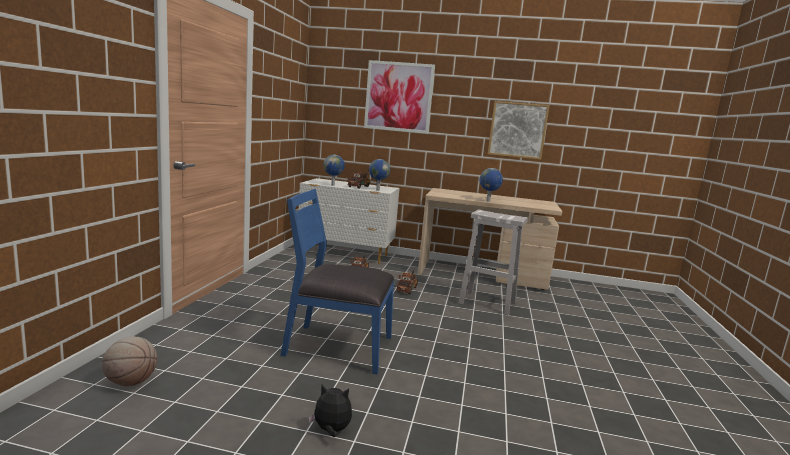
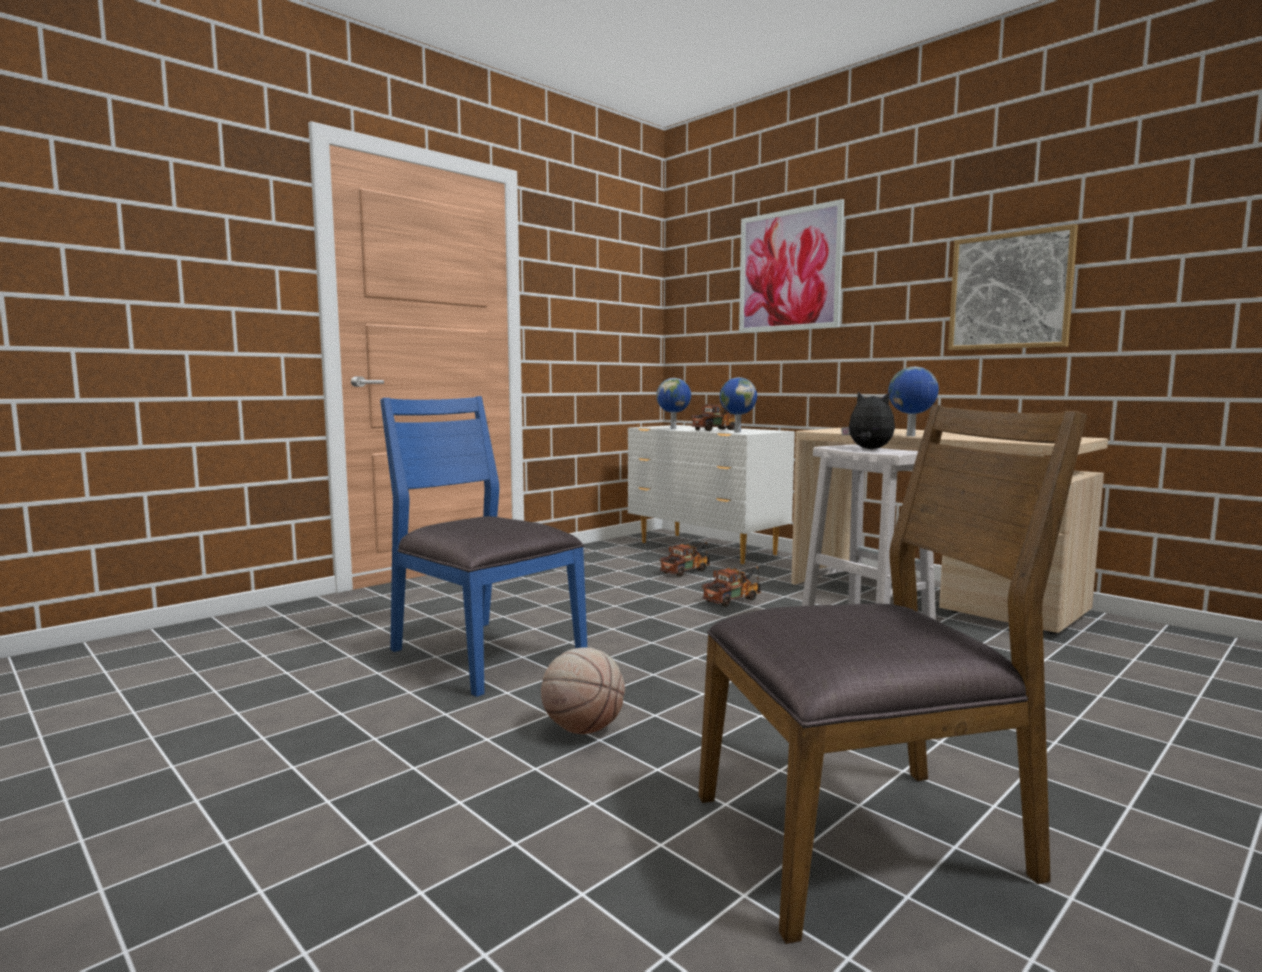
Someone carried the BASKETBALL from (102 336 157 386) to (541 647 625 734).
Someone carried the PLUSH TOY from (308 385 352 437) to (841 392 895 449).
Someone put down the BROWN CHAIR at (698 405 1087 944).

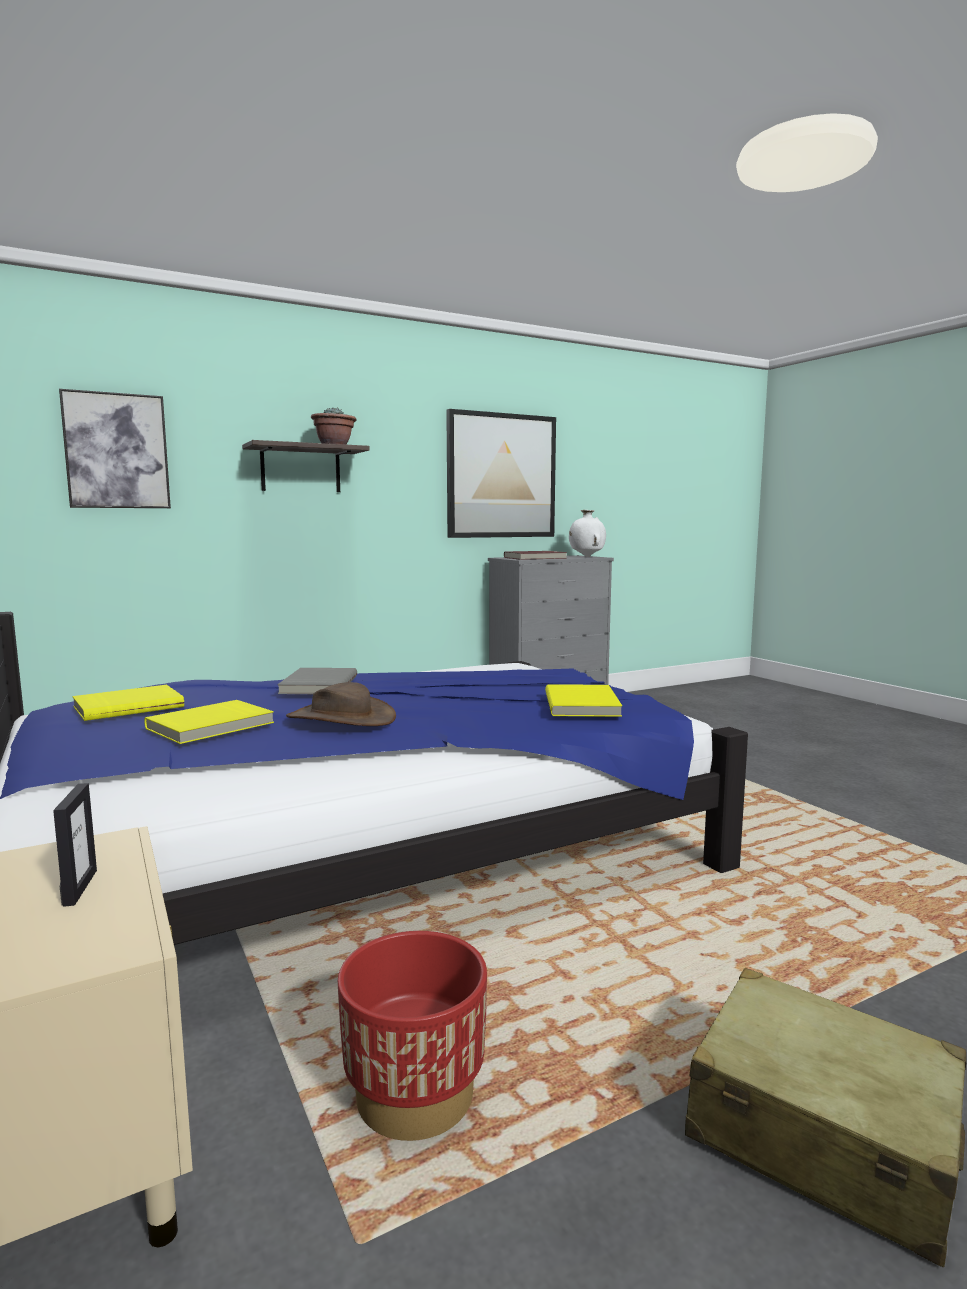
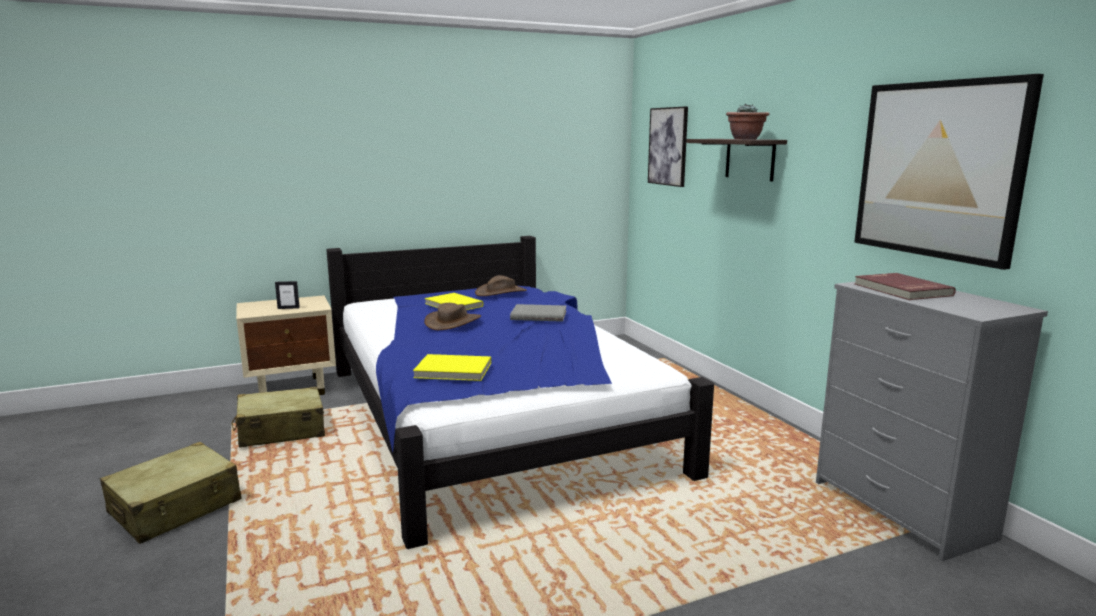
Someone took away the WHITE VASE at (569 510 606 557).
Someone swapped the YELLOW BOOK at (72 685 184 721) for the BROWN HAT at (475 275 527 296).
Someone swapped the RED PLANTER at (338 931 487 1141) for the BEIGE SUITCASE at (232 387 325 448).

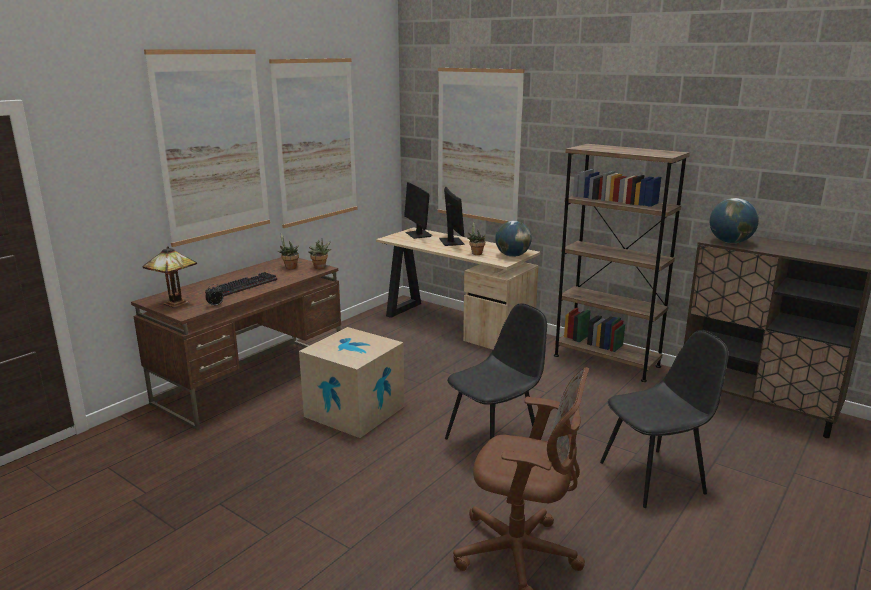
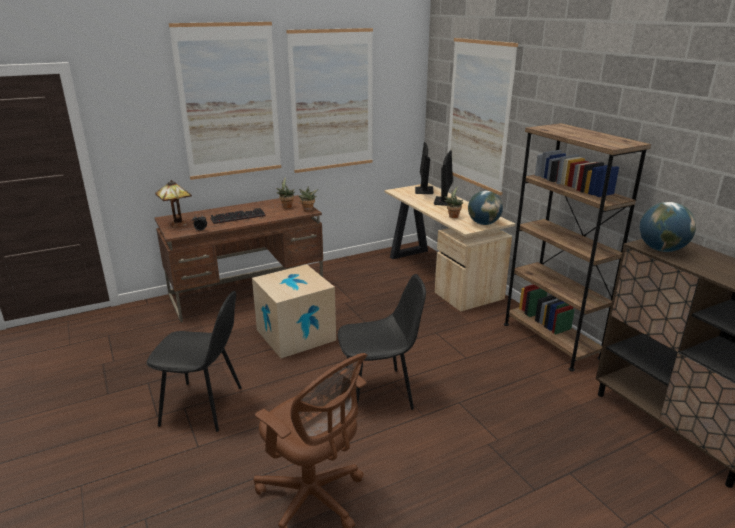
Someone carried the BLACK CHAIR from (600 330 729 508) to (147 291 242 432).

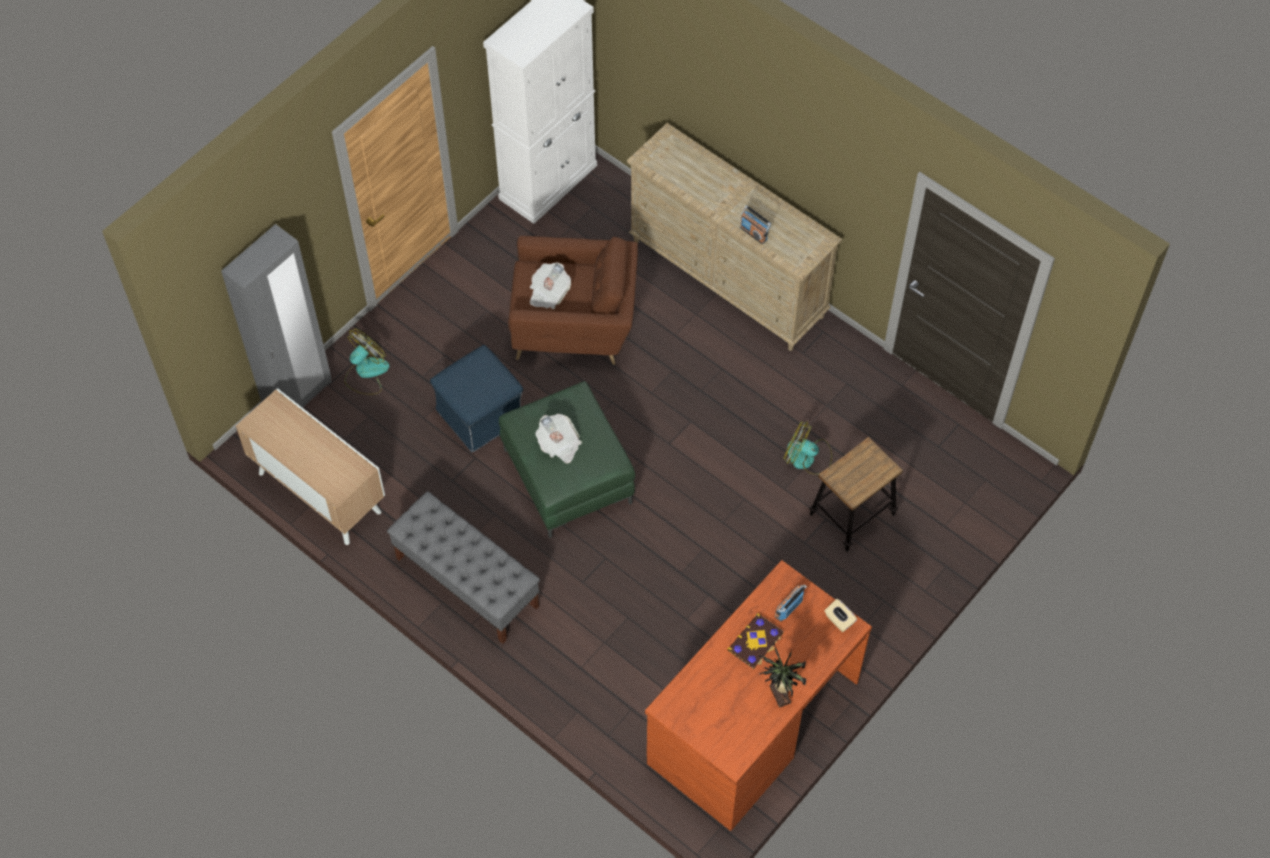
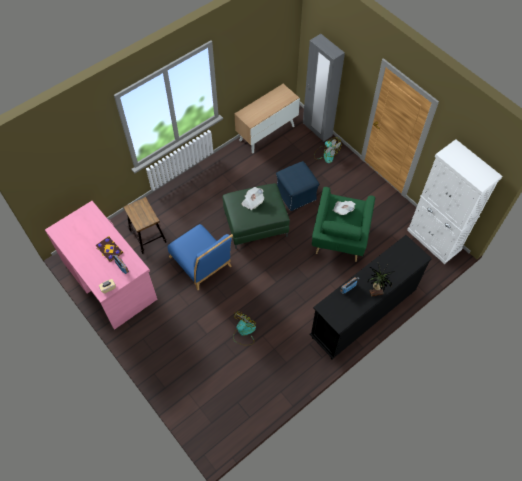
Someone repainted the BEIGE DRESSER at (627 123 842 351), which became the BLACK DRESSER at (310 235 432 360).
Someone repainted the BROWN ARMCHAIR at (508 236 638 365), which became the GREEN ARMCHAIR at (312 187 375 262).
Someone carried the STOOL from (809 437 903 552) to (123 197 166 254).
Someone took away the GREY BENCH at (387 491 540 644).
Someone repainted the BROWN DESK at (645 560 872 831), which became the PINK DESK at (45 201 157 330).
Someone carried the POTTED PLANT from (759 642 806 708) to (367 263 395 297).
Someone put down the BLUE CHAIR at (167 224 233 290).

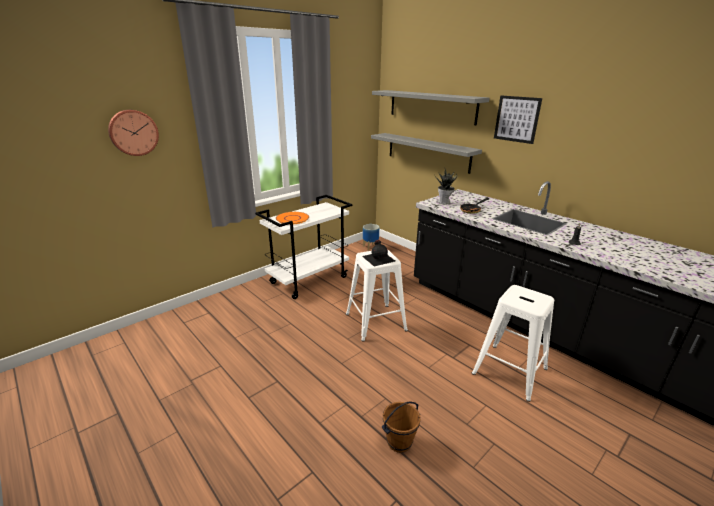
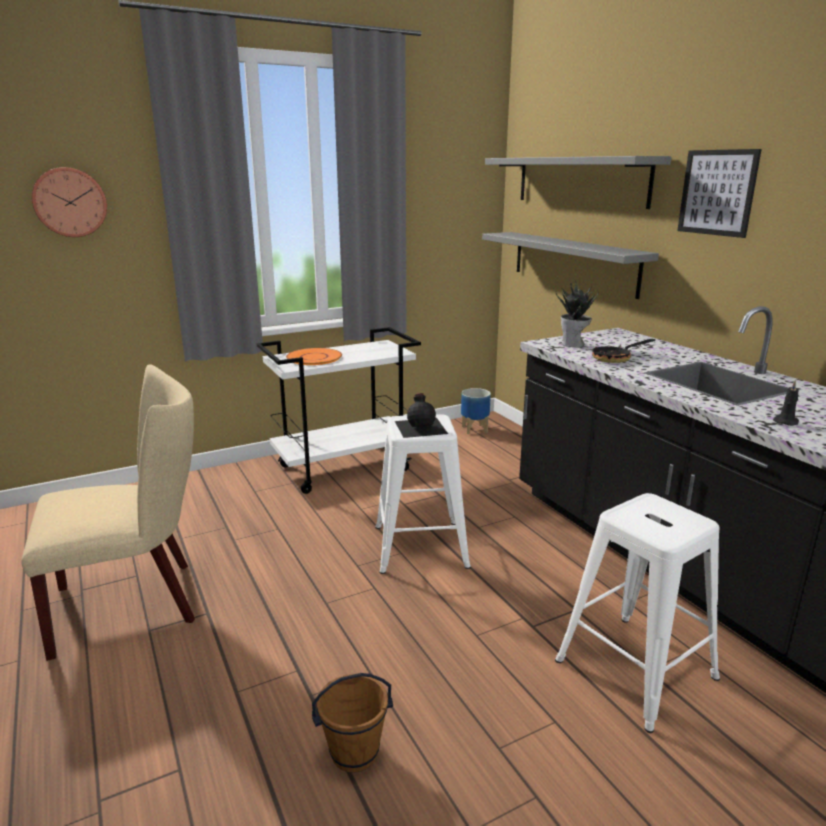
Someone put down the BEIGE CHAIR at (21 364 195 661).

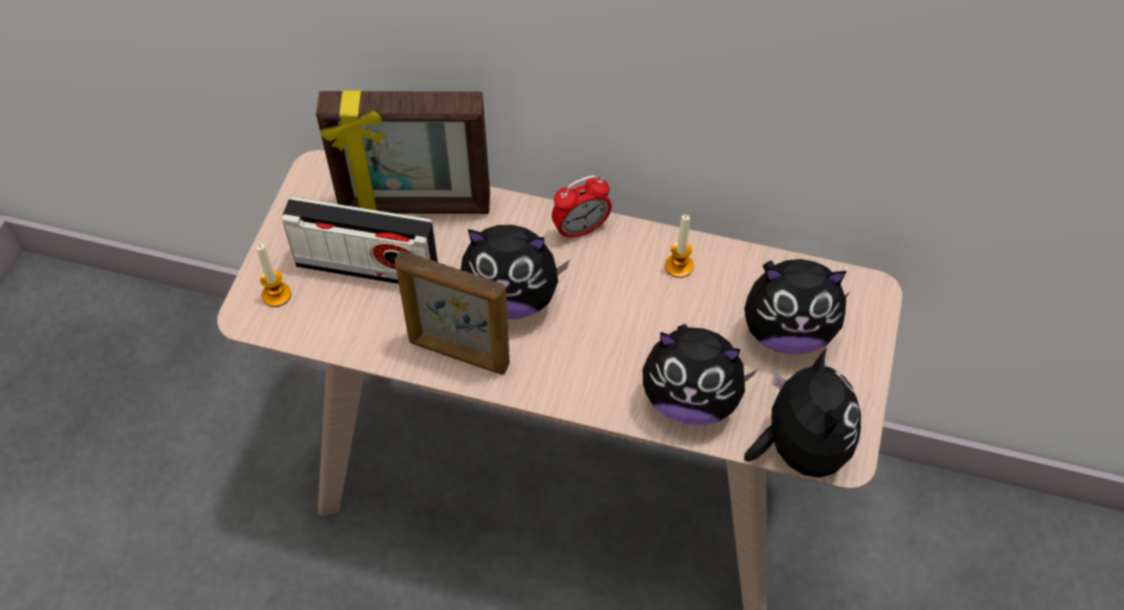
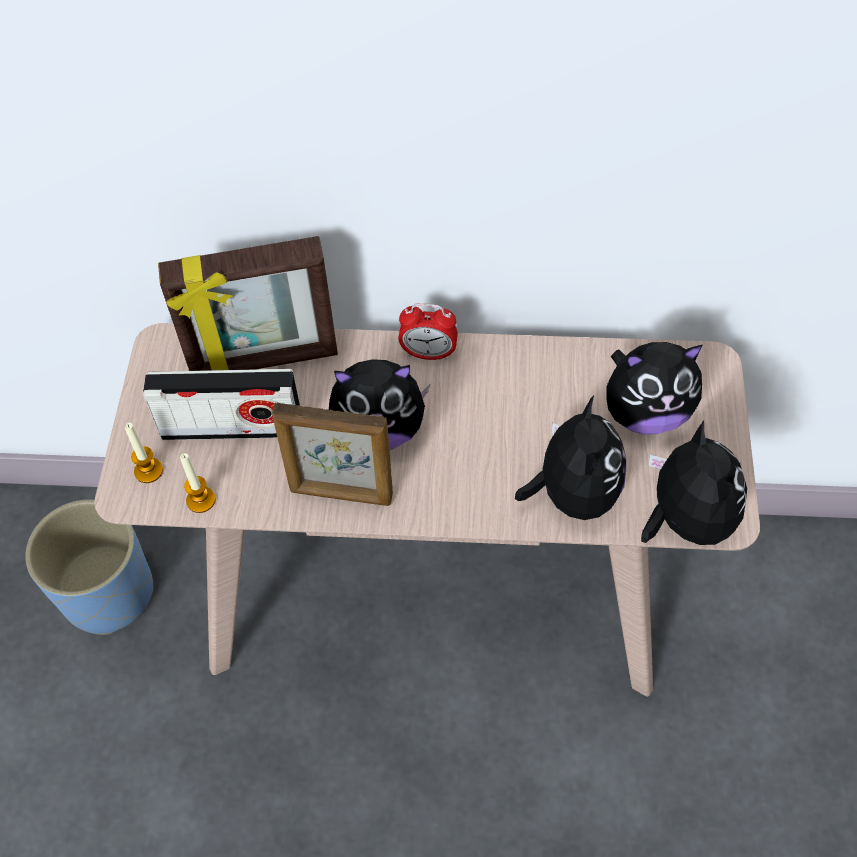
Someone rotated the ALARM CLOCK at (552 175 612 241) by 45 degrees clockwise.
Someone carried the CANDLE from (665 214 694 278) to (180 453 216 513).
Someone rotated the PLUSH TOY at (643 324 758 425) by 90 degrees counterclockwise.
Someone put down the BLUE PLANTER at (25 499 153 635).

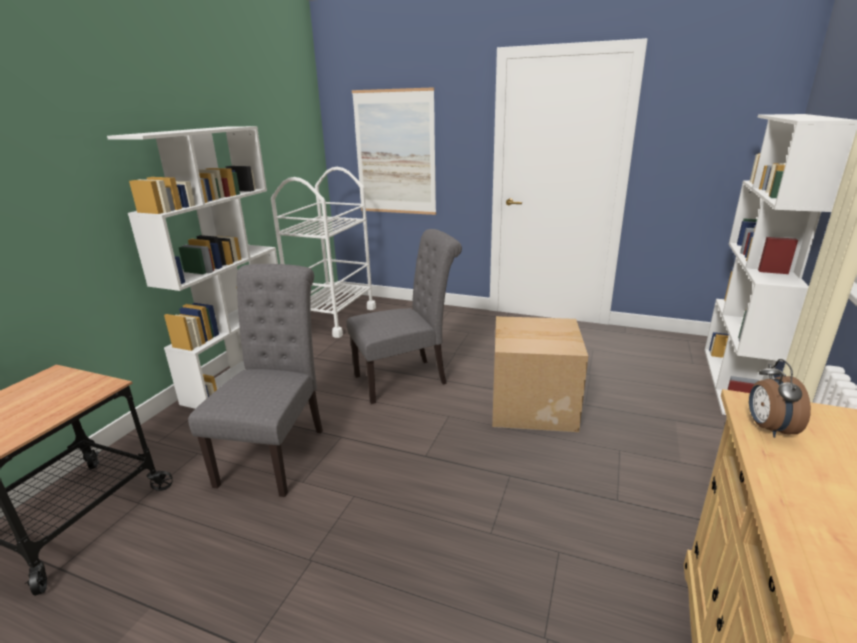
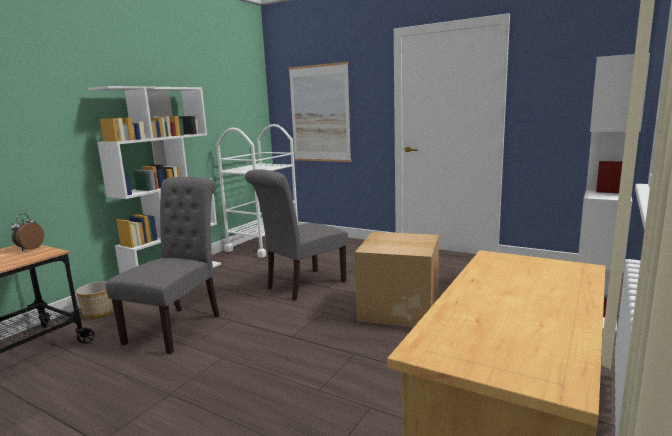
Someone rotated the GREY CHAIR at (347 229 462 404) by 150 degrees clockwise.
Someone carried the ALARM CLOCK from (749 359 811 438) to (11 214 44 251).
Someone put down the PLANTER at (76 281 114 319).

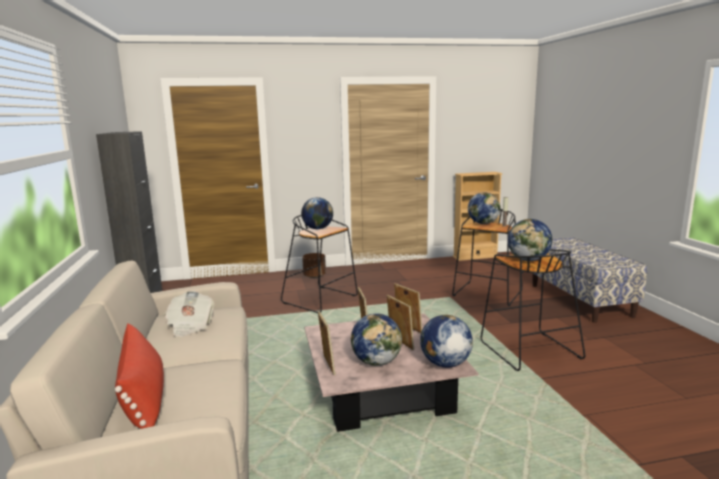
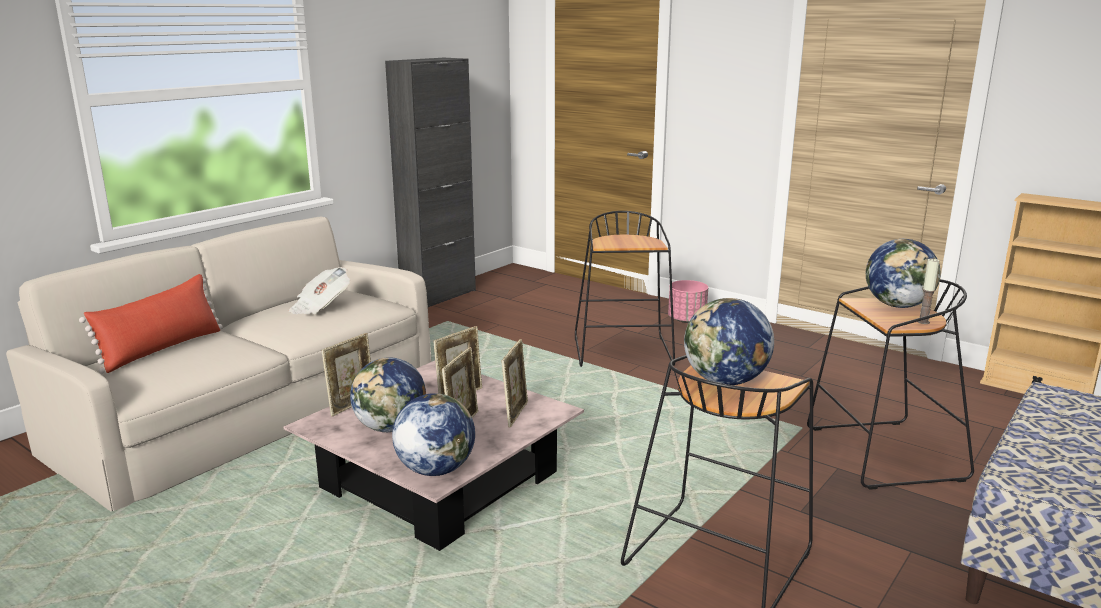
Someone took away the GLOBE at (301 197 333 229).
Someone repainted the BROWN PLANTER at (302 253 326 278), which became the PINK PLANTER at (668 280 708 323).

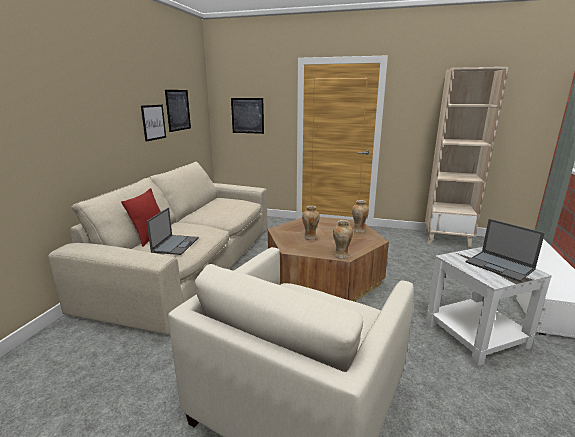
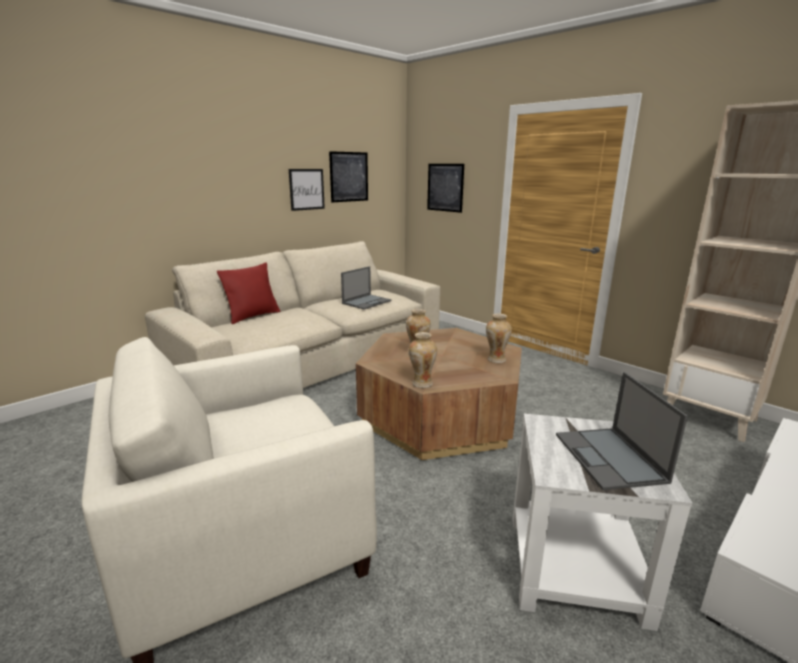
Someone carried the LAPTOP from (146 207 199 255) to (341 266 392 310).

